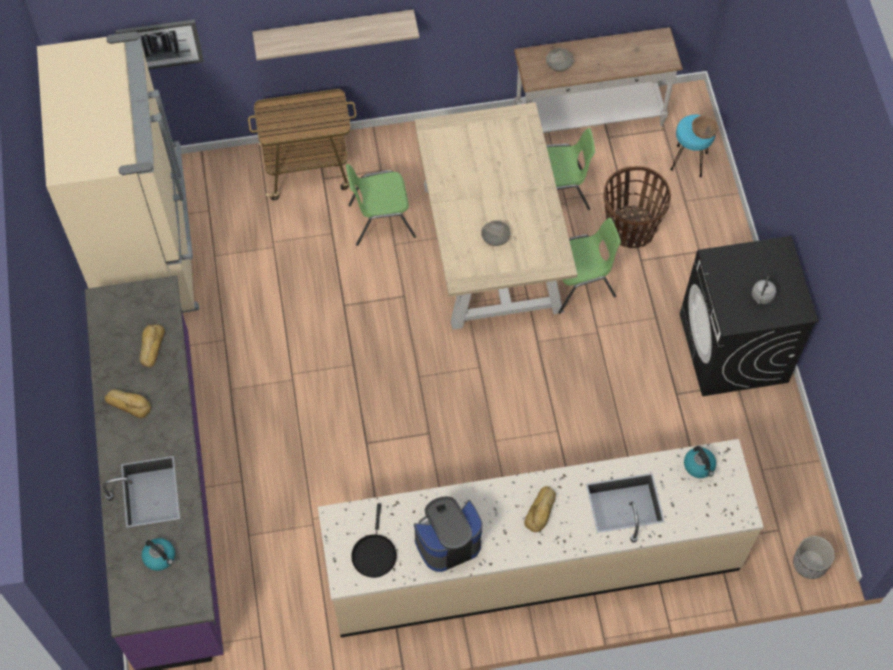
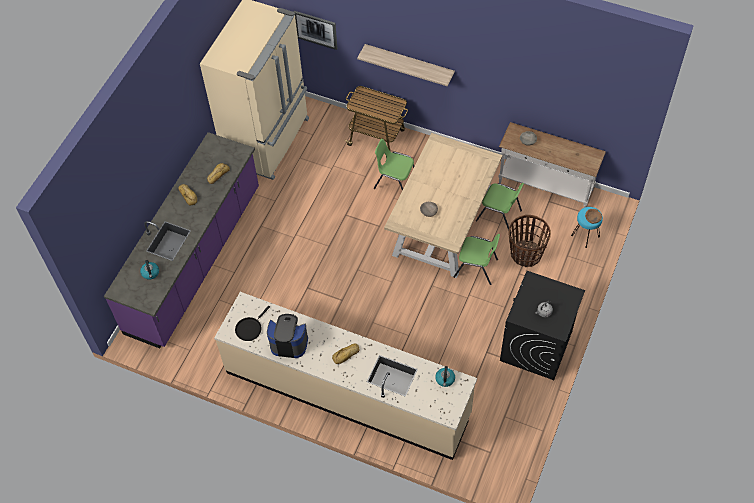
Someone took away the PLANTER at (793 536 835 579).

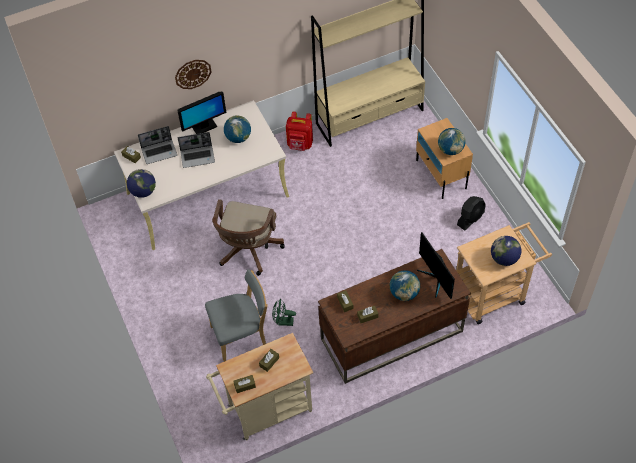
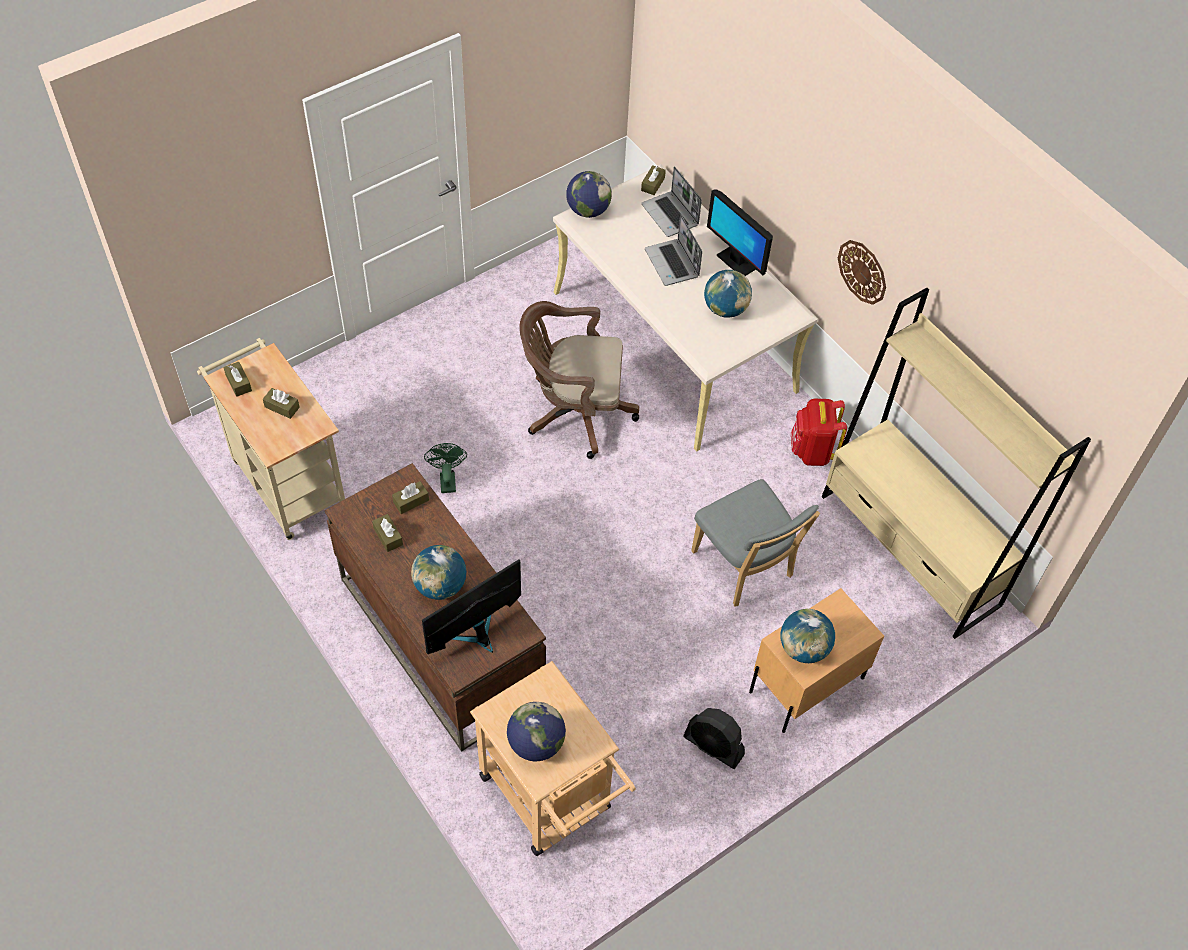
Someone carried the WALL CLOCK from (175 60 212 89) to (838 240 886 305).
Someone carried the GREY CHAIR from (205 269 267 362) to (691 479 820 607).

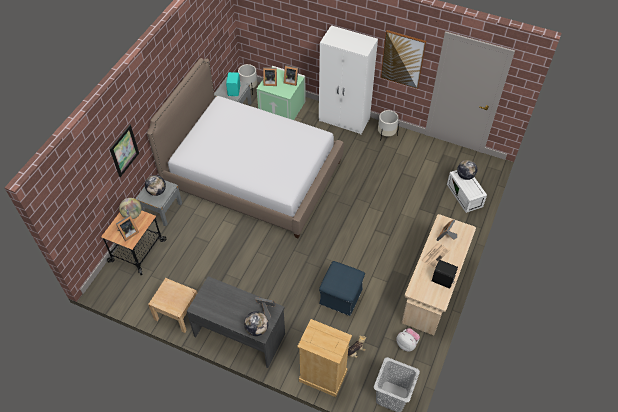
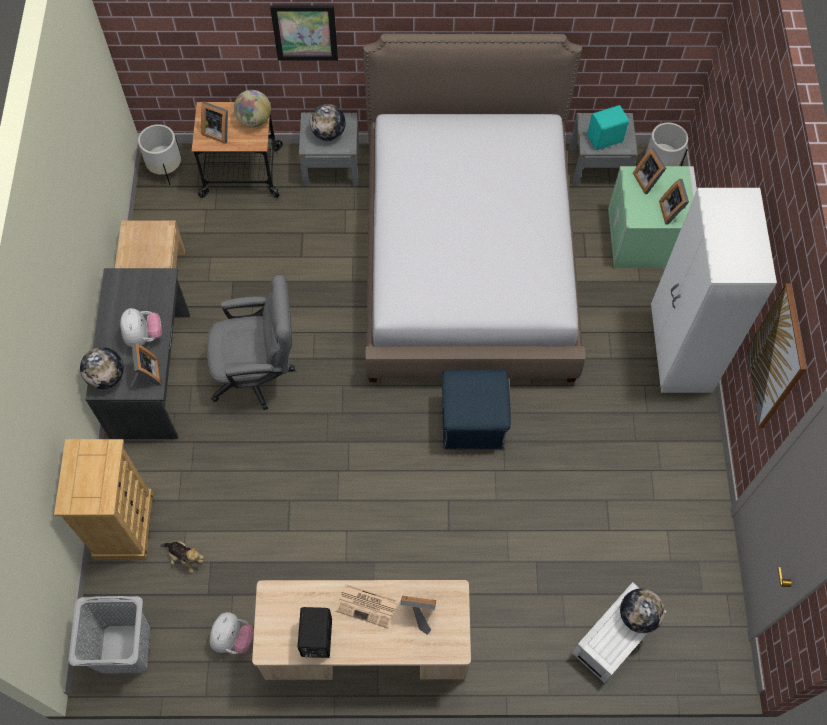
Someone carried the WHITE PLANTER from (378 110 399 141) to (138 124 181 185).
Someone carried the BLUE OTTOMAN from (319 261 365 316) to (442 370 511 450).
Someone put down the GREY OFFICE CHAIR at (207 275 295 410).
Someone put down the PLUSH TOY at (120 308 162 347).

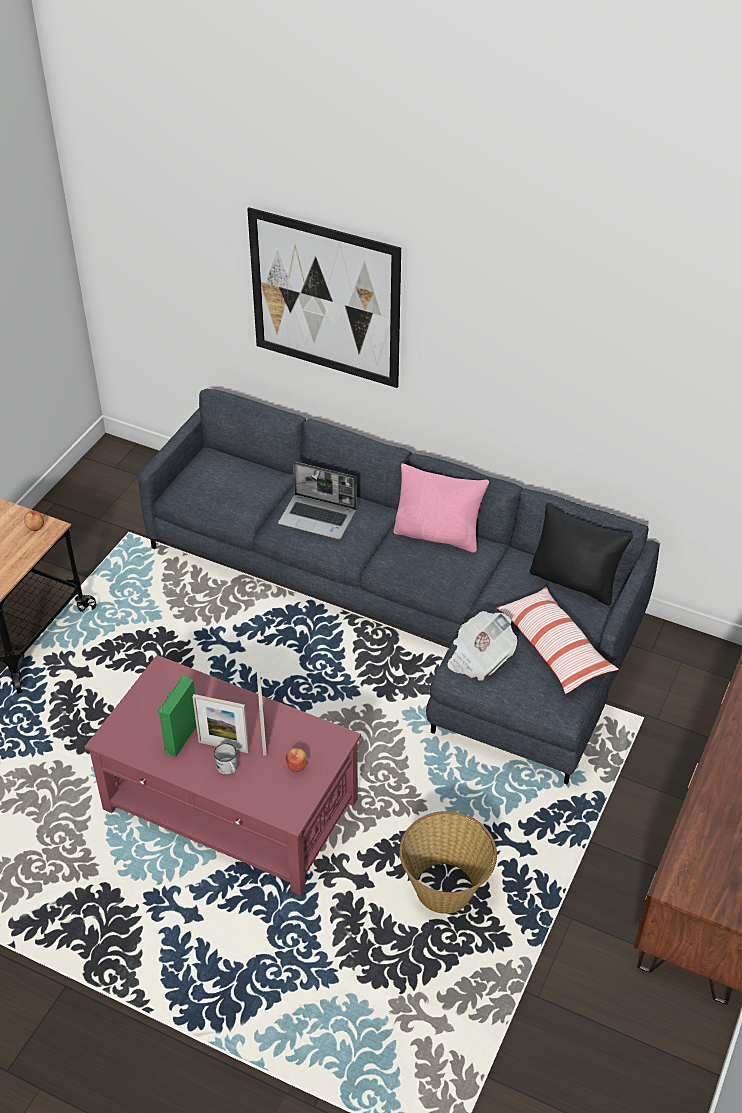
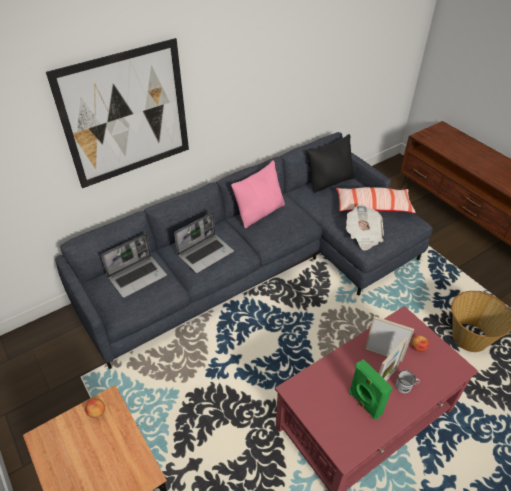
Someone put down the LAPTOP at (101 234 167 298).

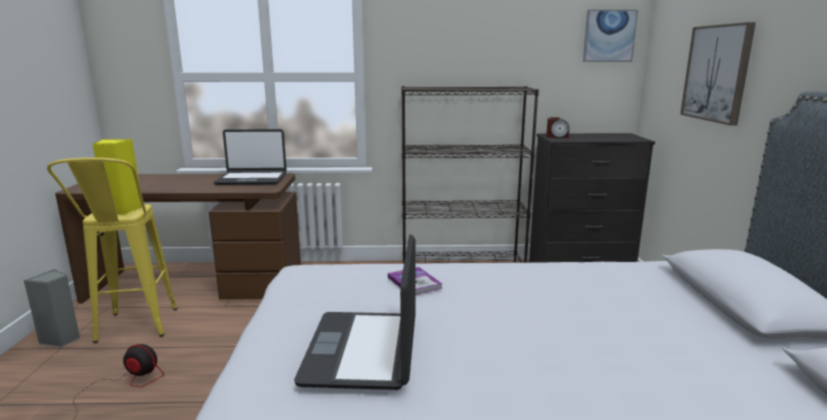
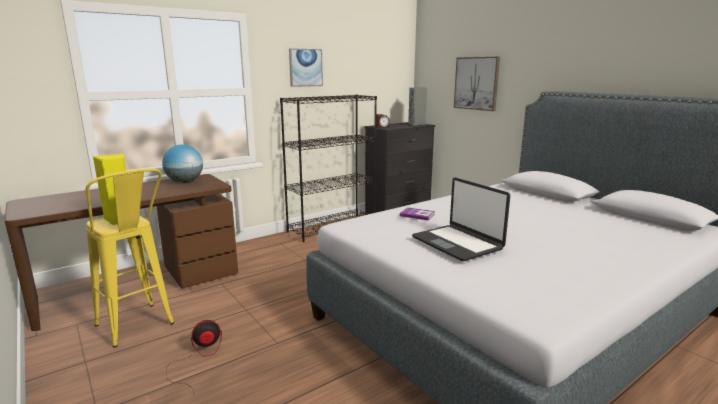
Someone carried the PICTURE from (583 10 638 62) to (289 48 323 87).
Someone swapped the LAPTOP at (214 129 287 185) for the GLOBE at (162 145 203 183).
Someone carried the GREY SPEAKER from (23 269 80 347) to (408 88 427 125).

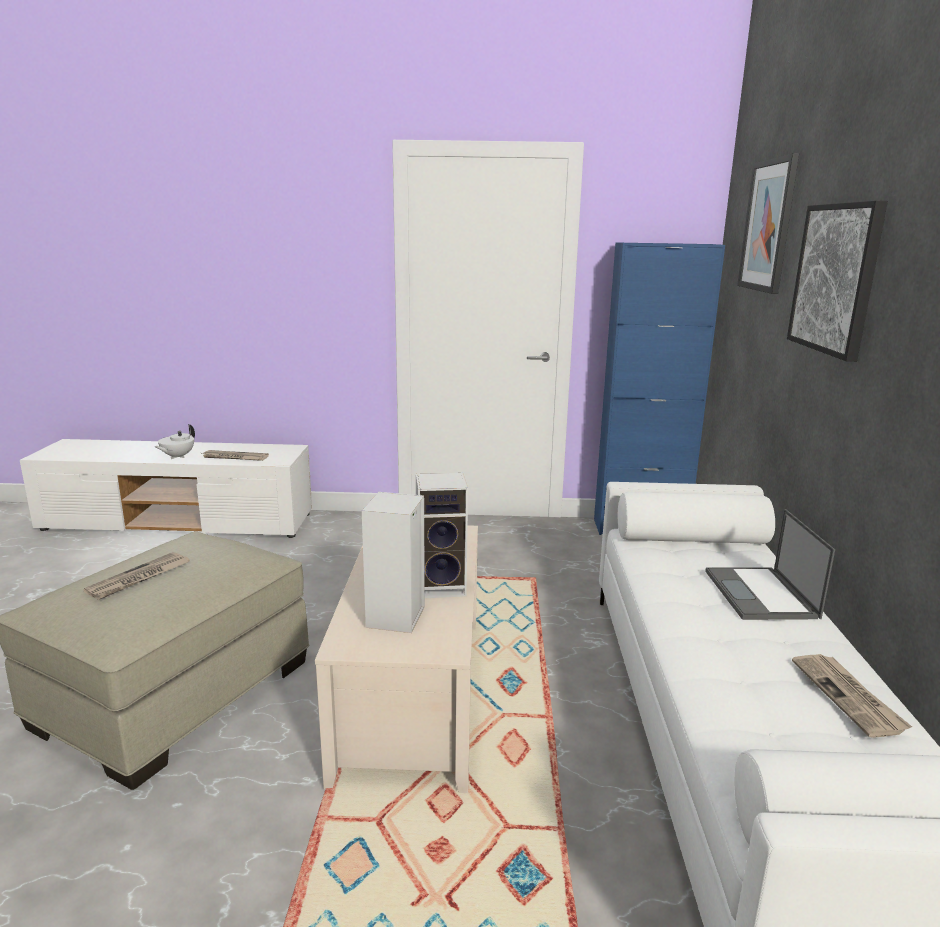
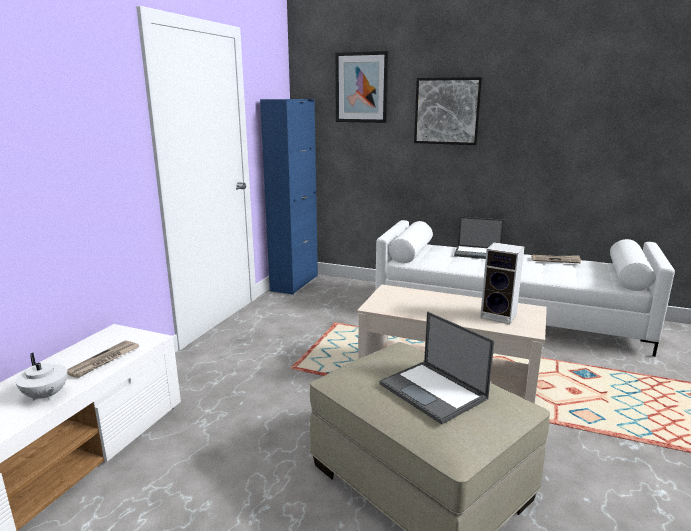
Someone took away the SPEAKER at (416 473 468 598).
Someone swapped the NEWSPAPER at (83 552 190 600) for the LAPTOP at (379 312 494 424).

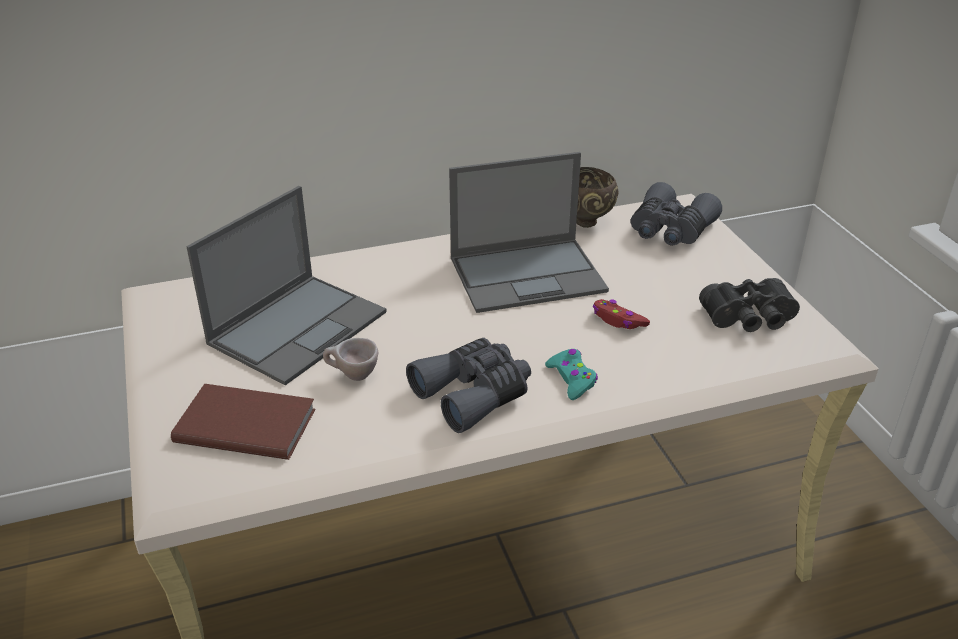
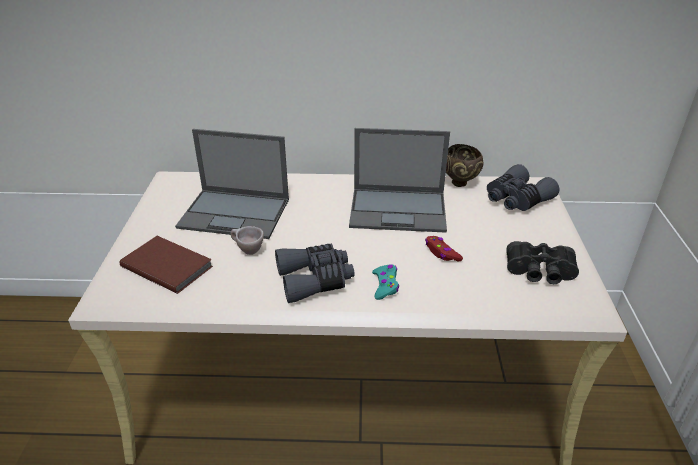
Someone rotated the LAPTOP at (186 186 387 385) by 45 degrees clockwise.

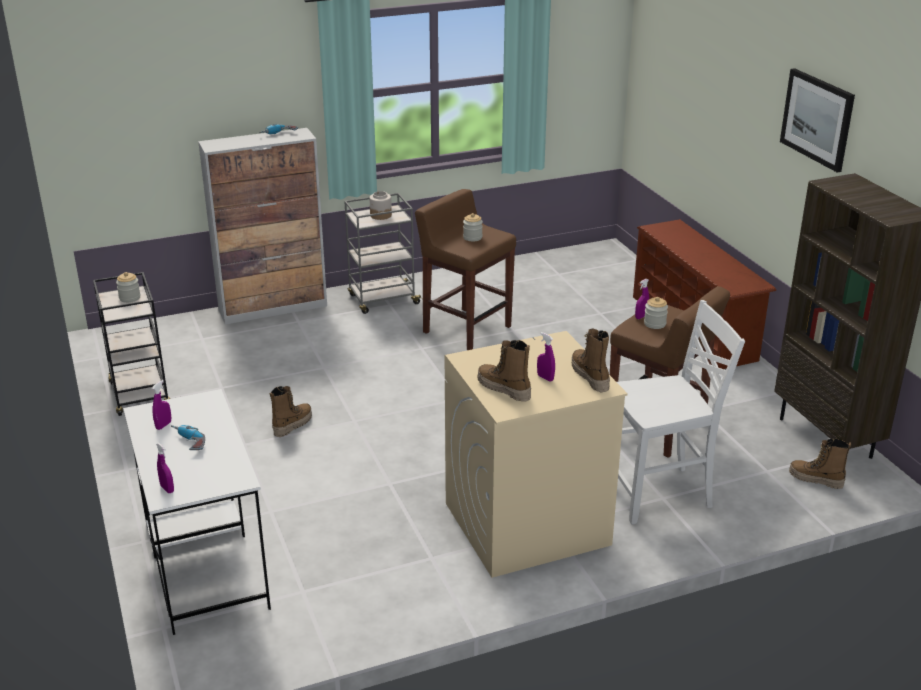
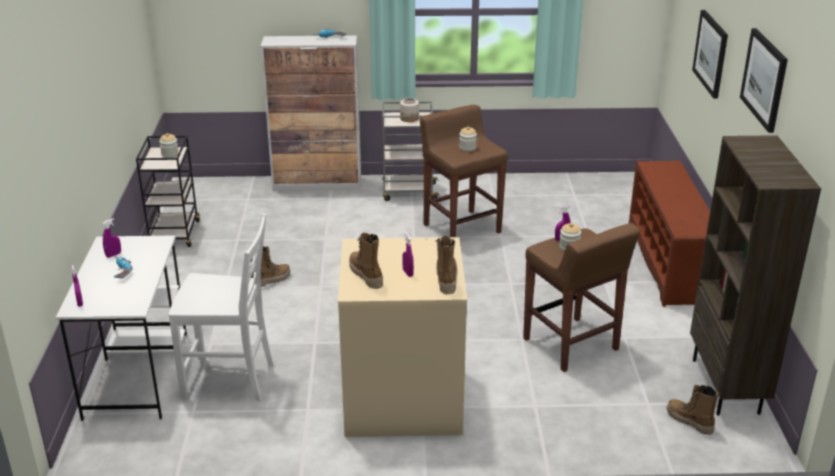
Someone carried the WHITE CHAIR from (617 300 745 525) to (169 213 273 401).
Someone put up the PICTURE at (692 10 728 99).

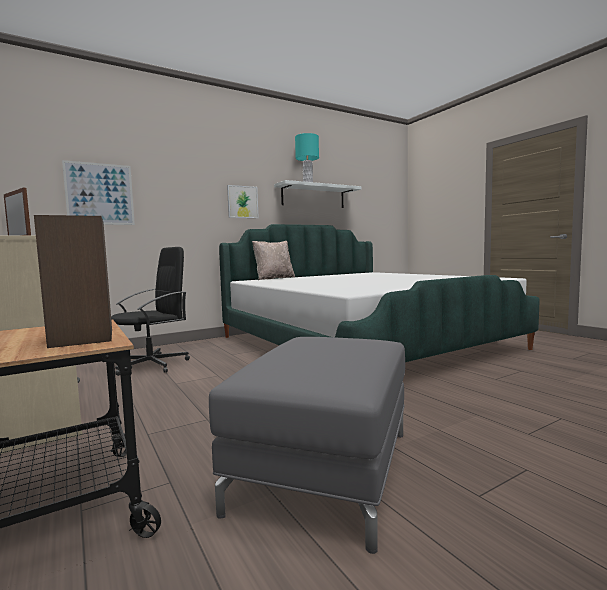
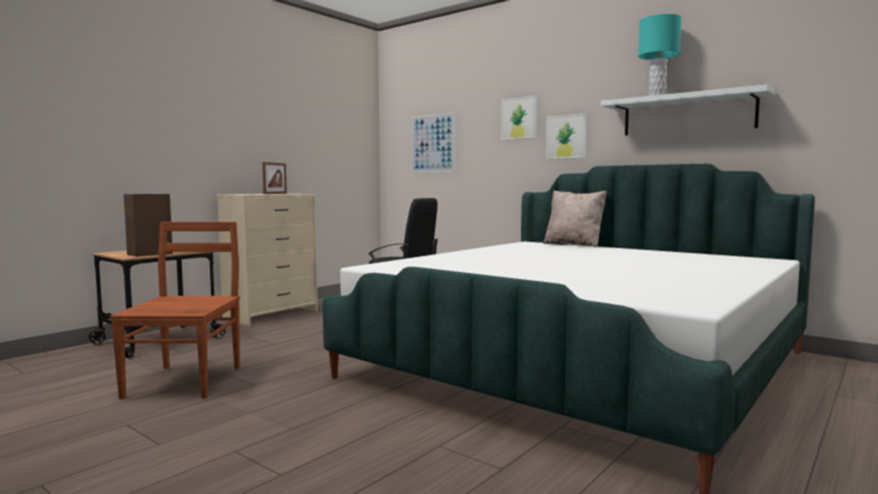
Someone swapped the GREY OTTOMAN at (209 337 405 554) for the BROWN CHAIR at (110 222 240 399).
Someone put up the PICTURE at (501 96 538 140).

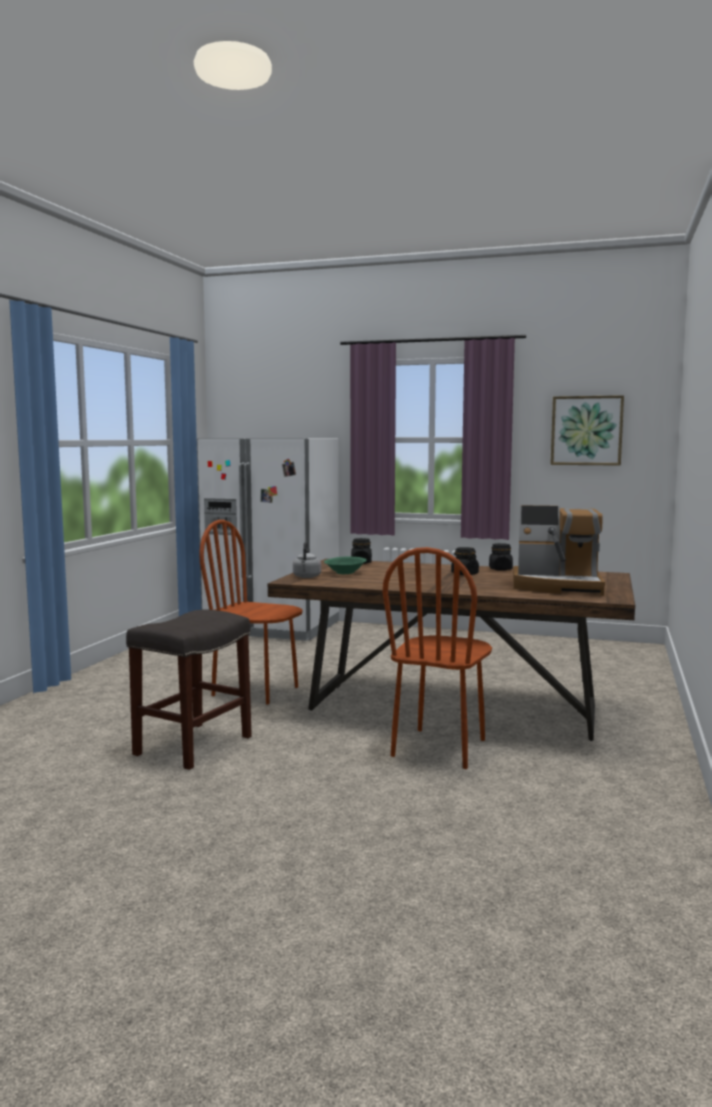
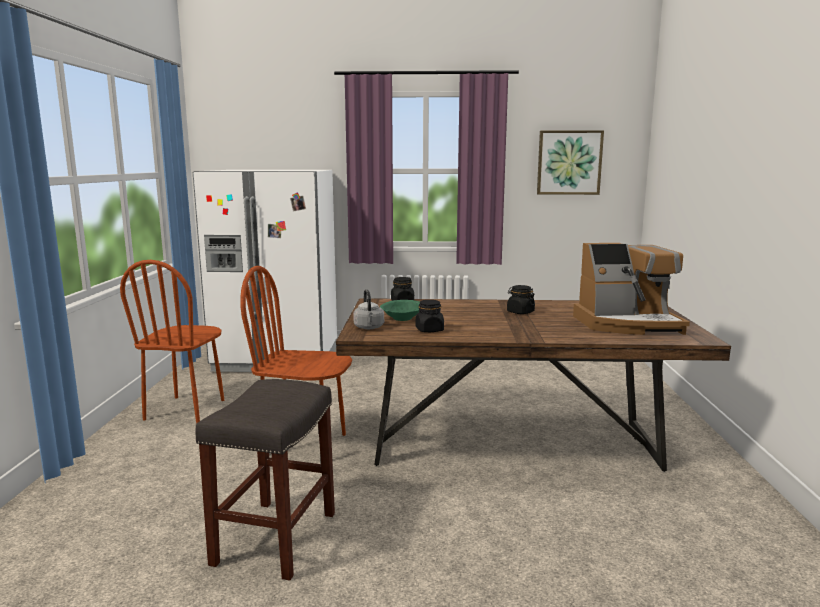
Someone carried the BLACK JAR from (489 543 513 571) to (416 300 444 332).
Someone carried the BROWN CHAIR from (383 547 492 769) to (120 260 224 424).

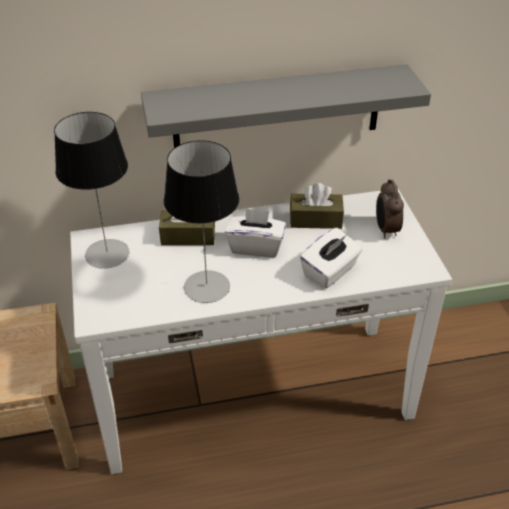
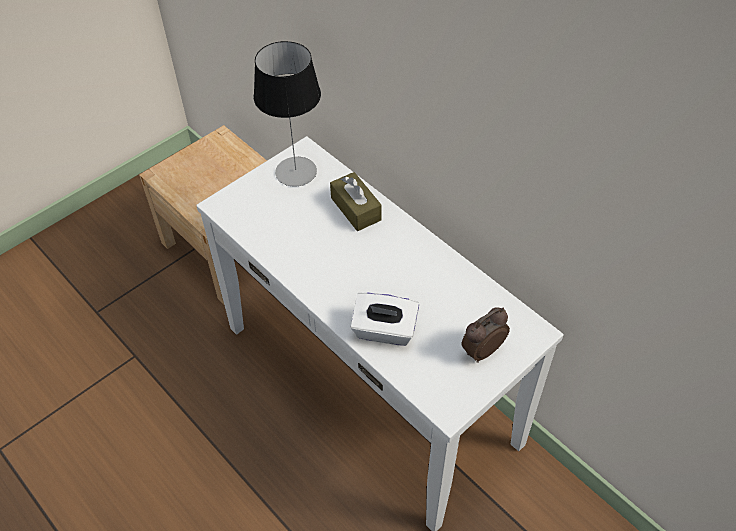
Someone took away the GREY SHELF at (141 64 431 148).
Someone took away the TABLE LAMP at (164 140 239 303).
Someone took away the BROWN TISSUE BOX at (290 183 344 229).
Someone took away the WHITE TISSUE BOX at (225 208 286 257).

